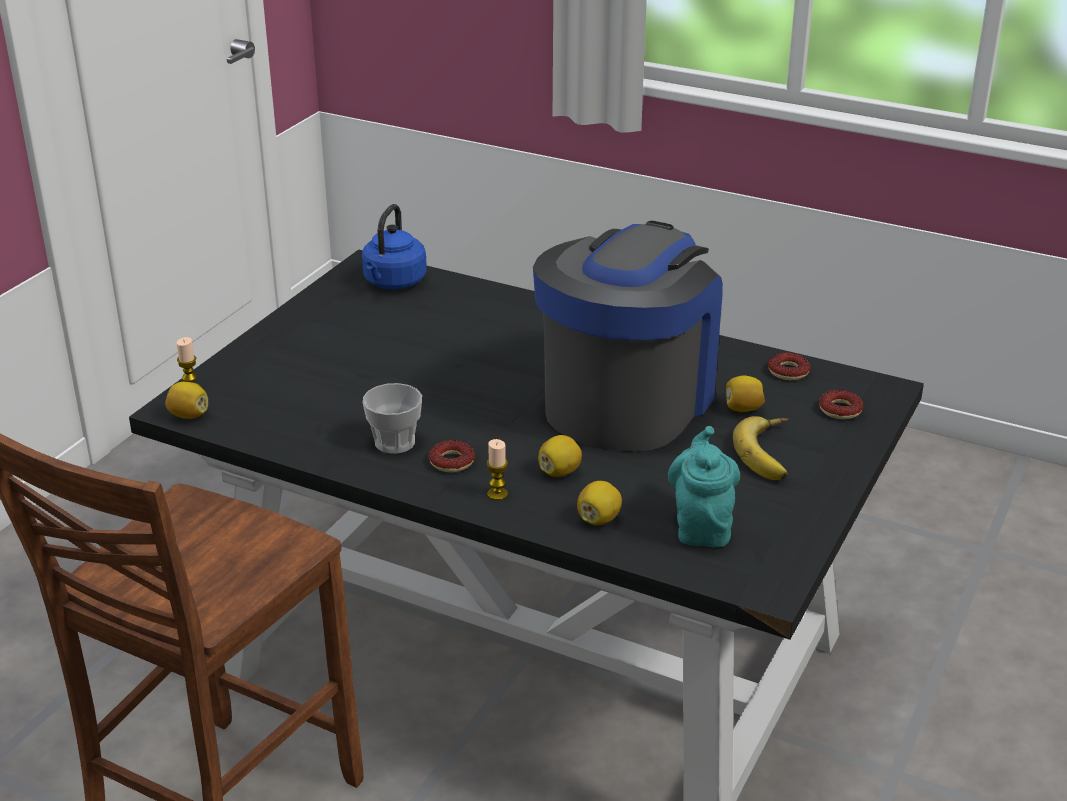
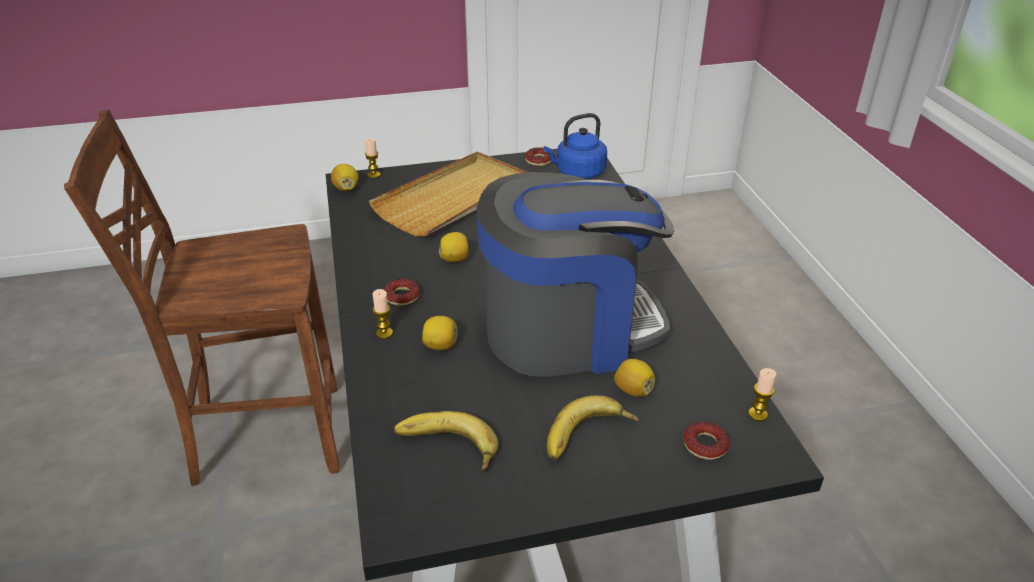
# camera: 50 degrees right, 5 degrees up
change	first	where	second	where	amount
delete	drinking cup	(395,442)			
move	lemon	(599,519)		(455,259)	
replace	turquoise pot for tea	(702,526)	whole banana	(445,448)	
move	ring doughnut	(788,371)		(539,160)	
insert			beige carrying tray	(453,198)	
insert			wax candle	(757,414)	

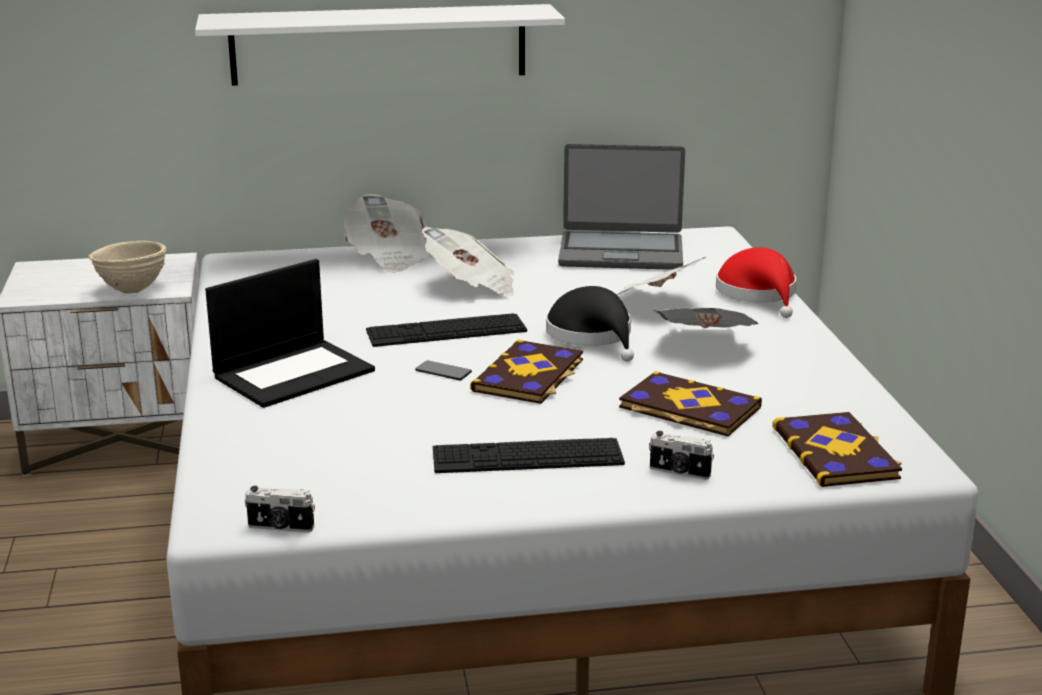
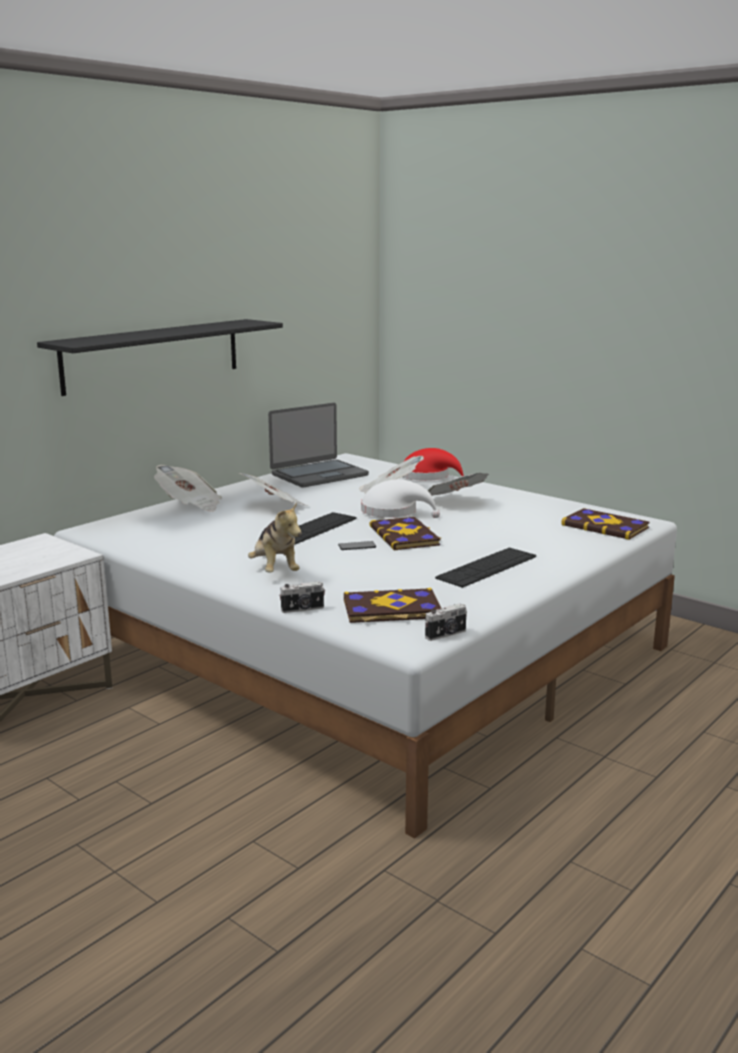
# camera: 40 degrees left, 5 degrees down
change	first	where	second	where	amount
delete	beige serving bowl	(132,290)			
recolor	white shelf	(379,44)	black-coloured shelf	(153,355)	
replace	notebook computer	(294,373)	cuddly toy	(275,570)	
recolor	black-coloured wearable hat	(592,336)	white wearable hat	(393,512)	
move	bound book	(689,408)		(392,609)	
move	still camera	(679,472)		(303,609)	

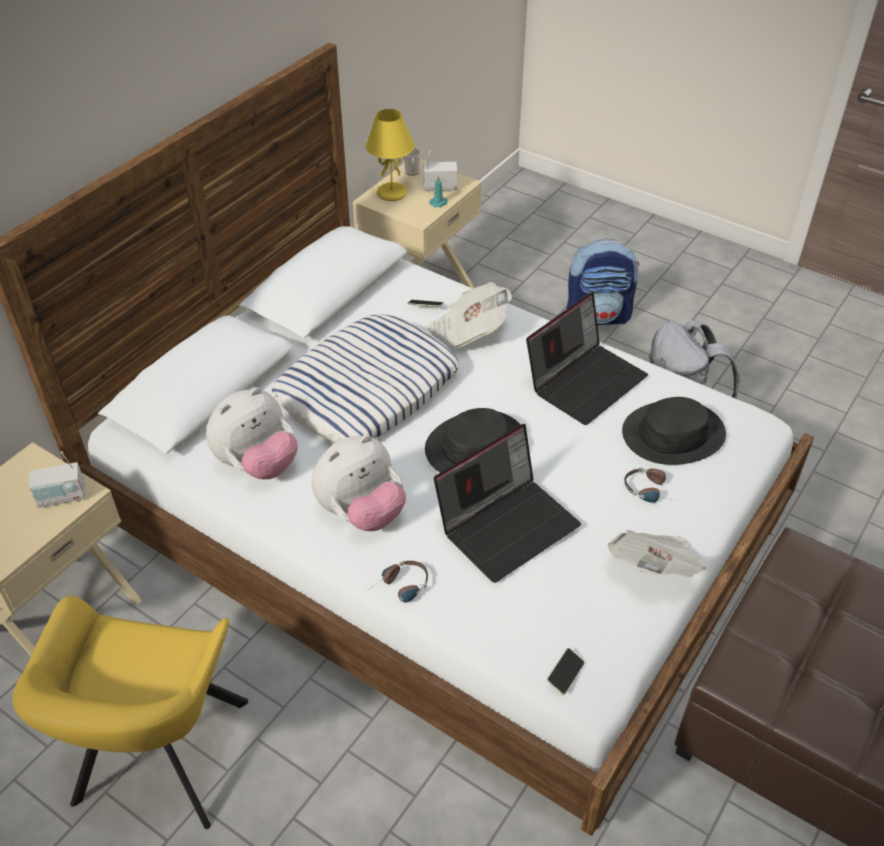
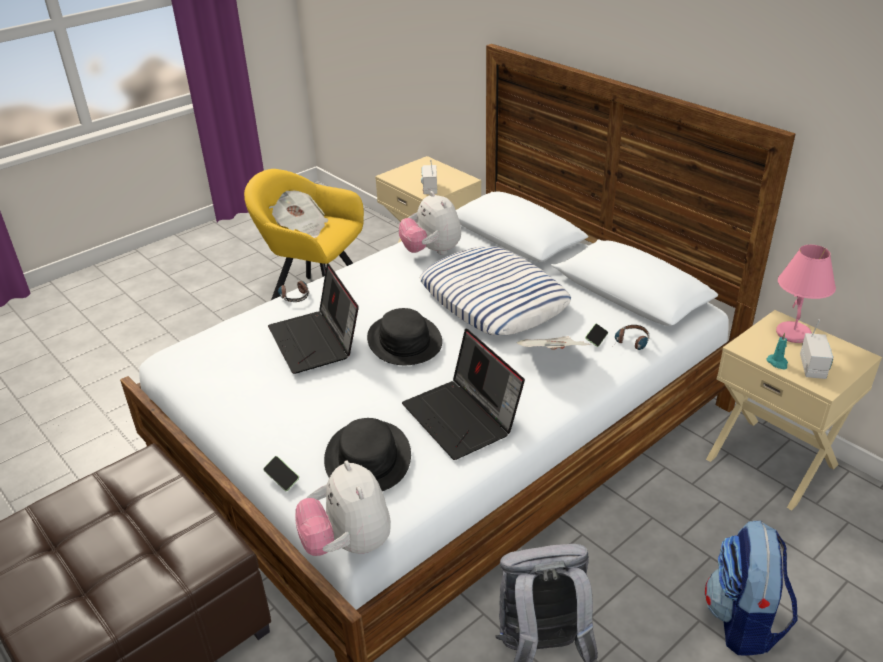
# camera: 105 degrees right, 10 degrees down
change	first	where	second	where	amount
move	cuddly toy	(361,512)		(348,544)	
recolor	yellow table lamp	(392,193)	pinkish table lamp	(794,334)	
delete	mug	(412,172)			
move	handset	(565,674)		(282,477)	
move	newspaper	(654,568)		(300,227)	
move	headset	(651,490)		(630,344)	

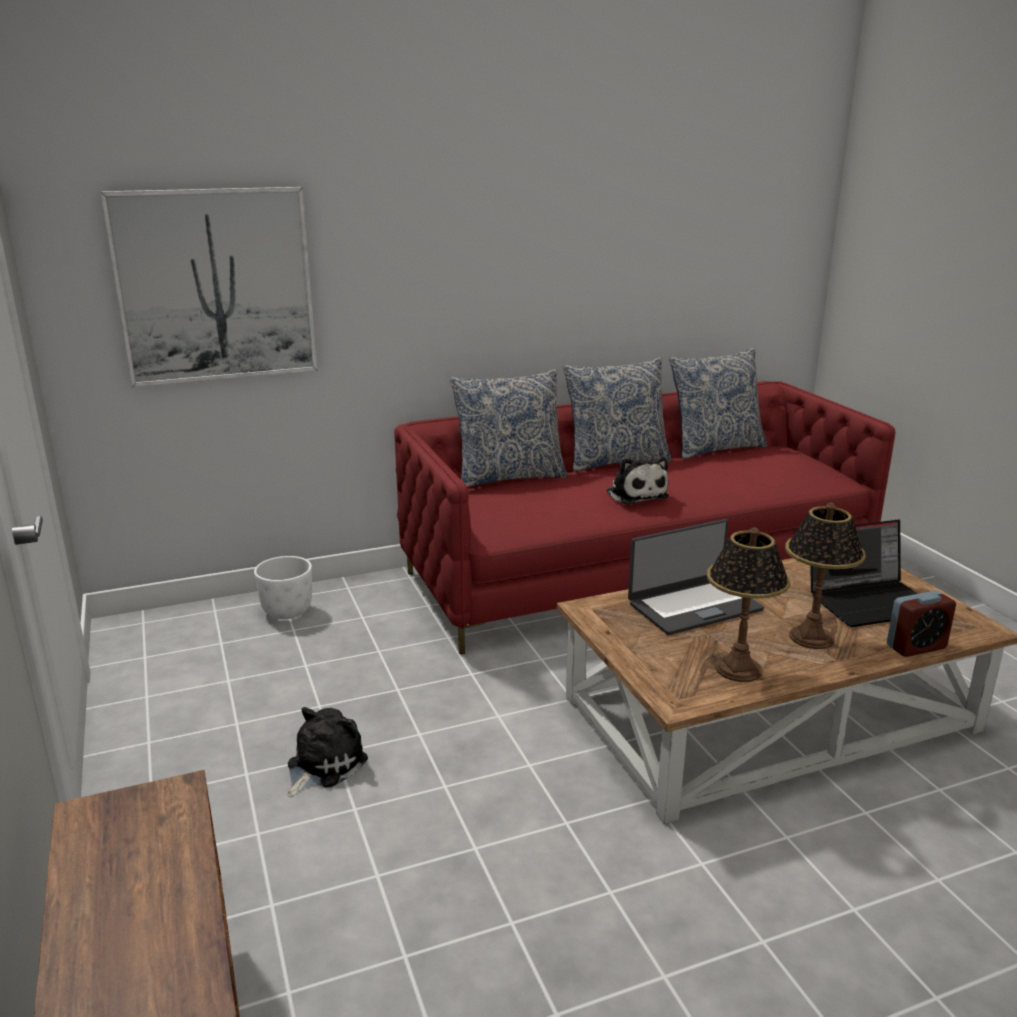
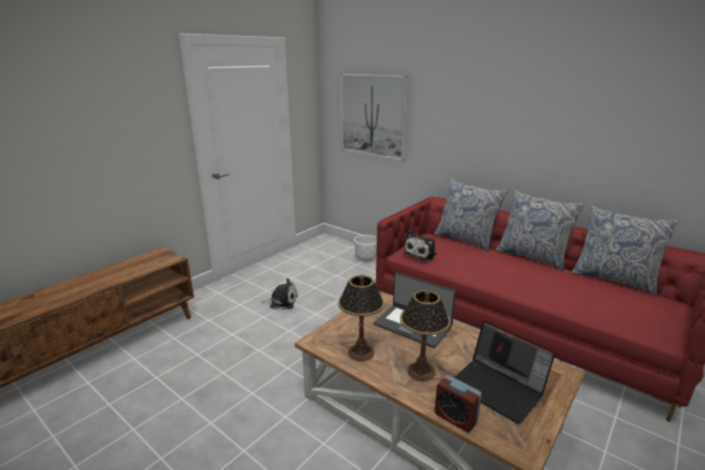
# camera: 60 degrees right, 0 degrees up
change	first	where	second	where	amount
move	cuddly toy	(635,494)		(421,254)	

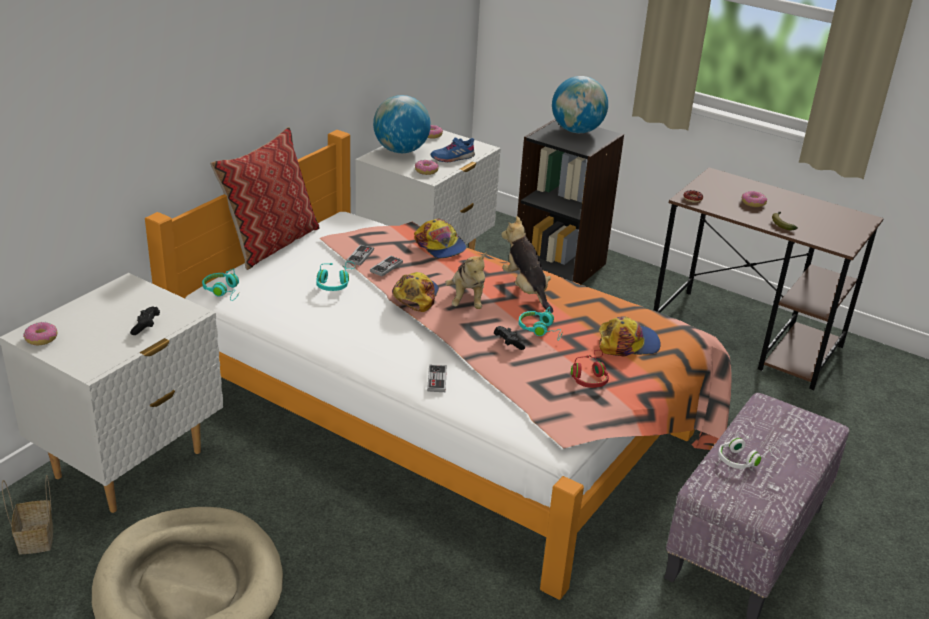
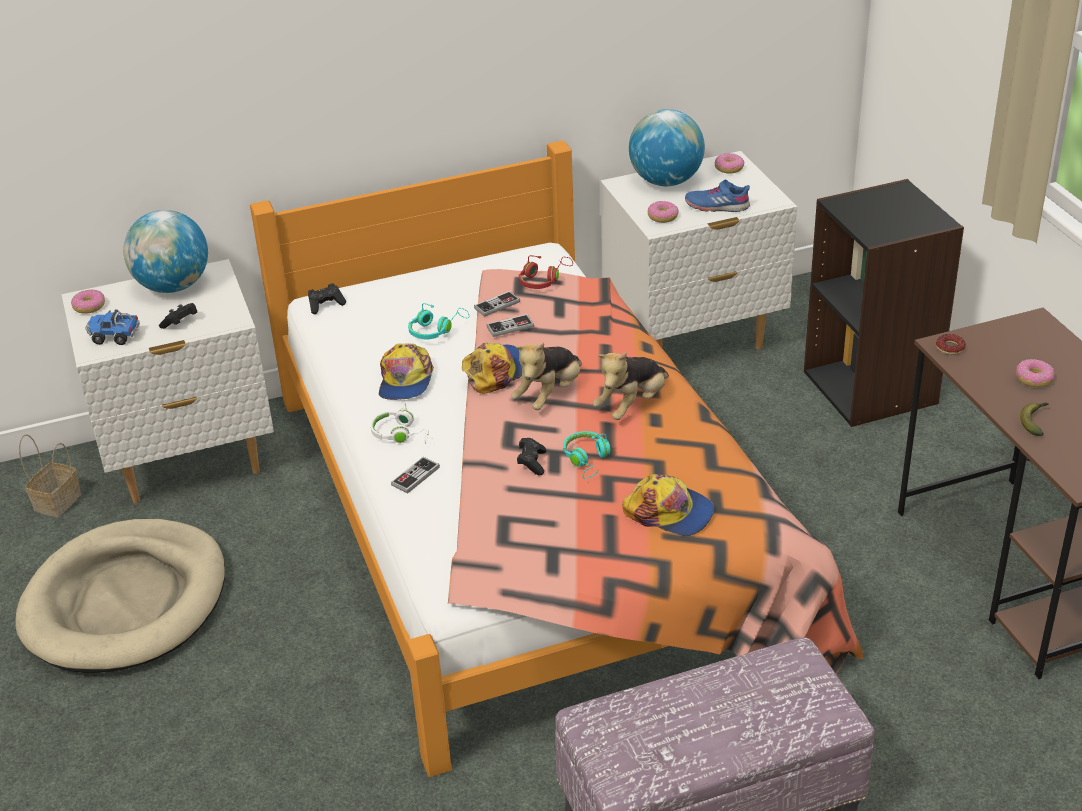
# camera: 40 degrees right, 5 degrees up
change	first	where	second	where	amount
replace	turquoise headset	(224,291)	black-coloured joypad	(326,305)	
delete	throw pillow	(271,243)			
move	peaked cap	(440,246)		(405,380)	
rotate	cuddly toy	(526,290)		(632,405)	150 degrees counterclockwise
move	globe	(577,131)		(173,286)	
move	red headset	(589,376)		(543,280)	
move	white headset	(744,460)		(401,434)	
insert			model truck	(115,337)	

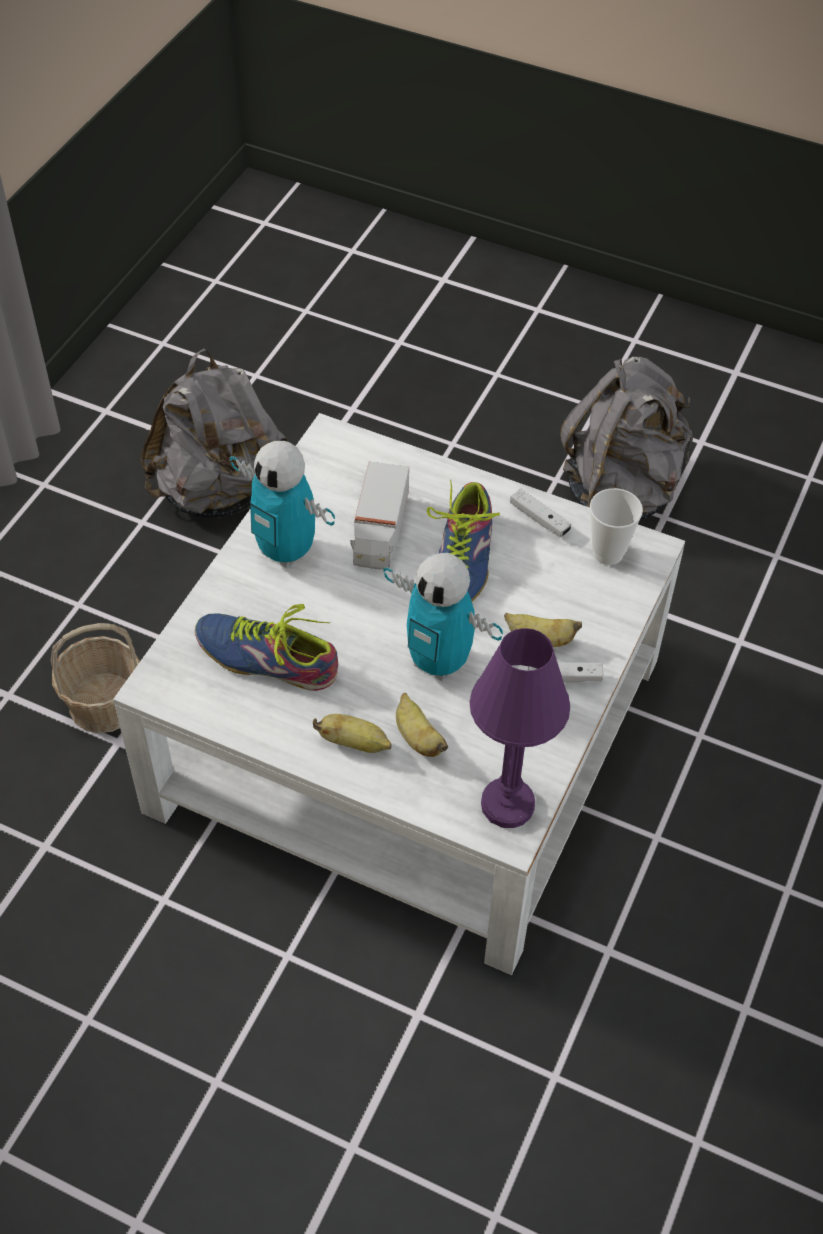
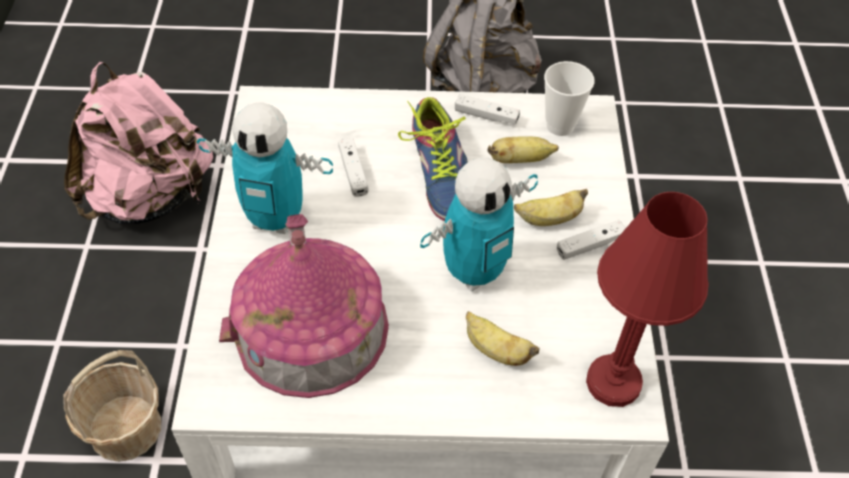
# camera: 25 degrees left, 0 degrees up
change	first	where	second	where	amount
recolor	greyish backpack	(222,493)	pinkish backpack	(150,196)	
replace	item of footwear	(267,659)	model house	(310,328)	
move	whole banana	(355,743)		(520,160)	
replace	model truck	(379,532)	white joypad	(353,172)	
rotate	model robot	(439,662)		(474,272)	45 degrees counterclockwise
recolor	purple-coloured table lamp	(507,804)	red table lamp	(613,382)	

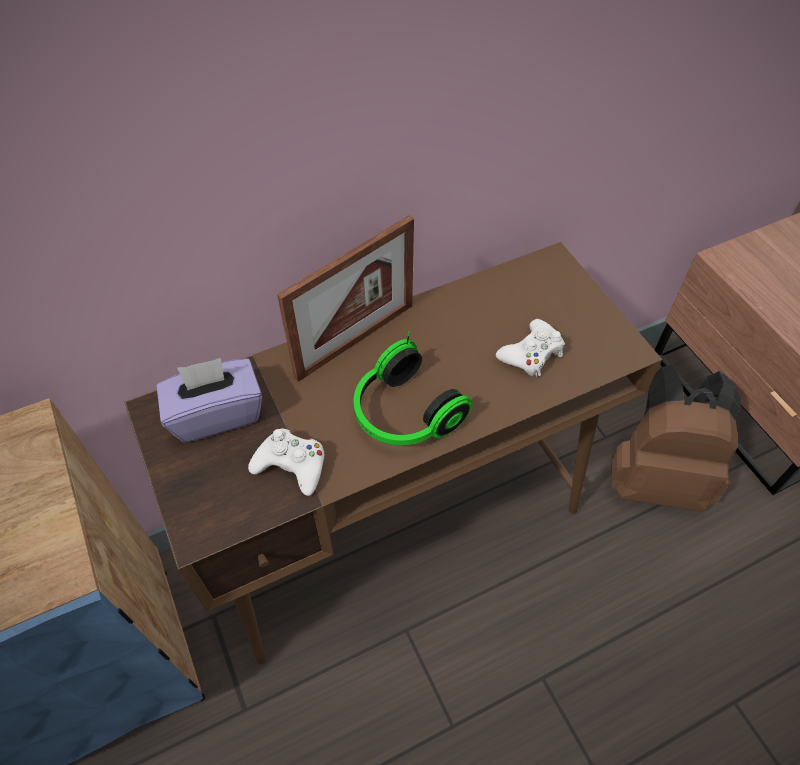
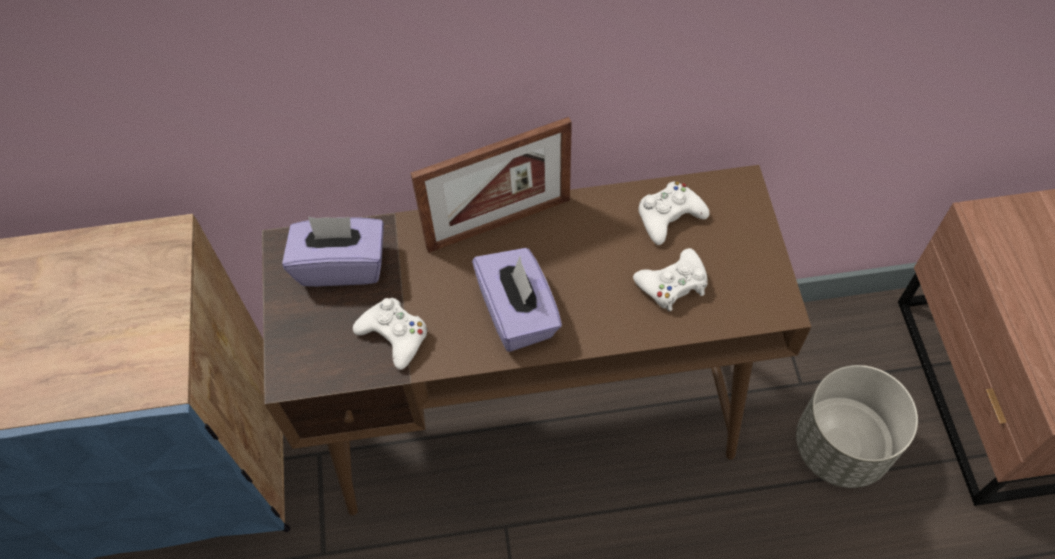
# camera: 20 degrees right, 5 degrees up
change	first	where	second	where	amount
replace	headset	(403,414)	purple-coloured tissue box	(518,313)	
replace	brownish backpack	(656,477)	greyish plant pot	(841,446)	
insert			white joypad	(669,217)	

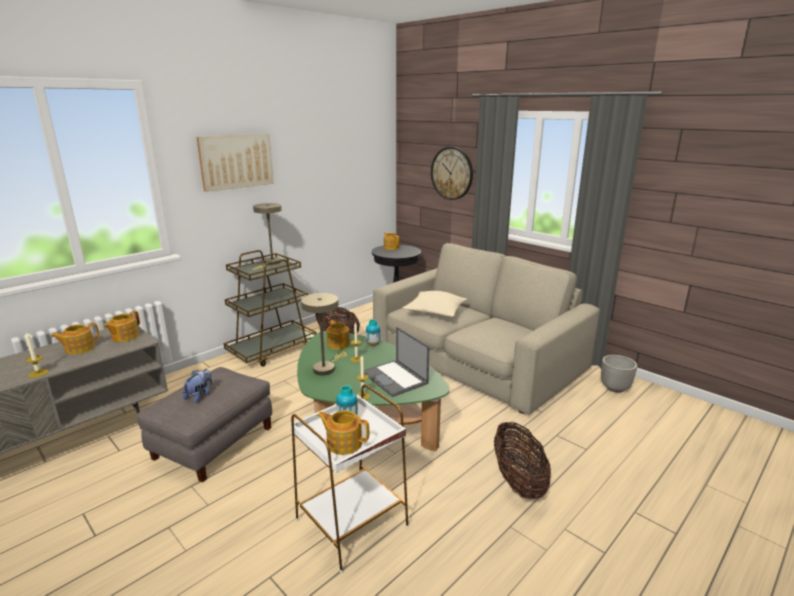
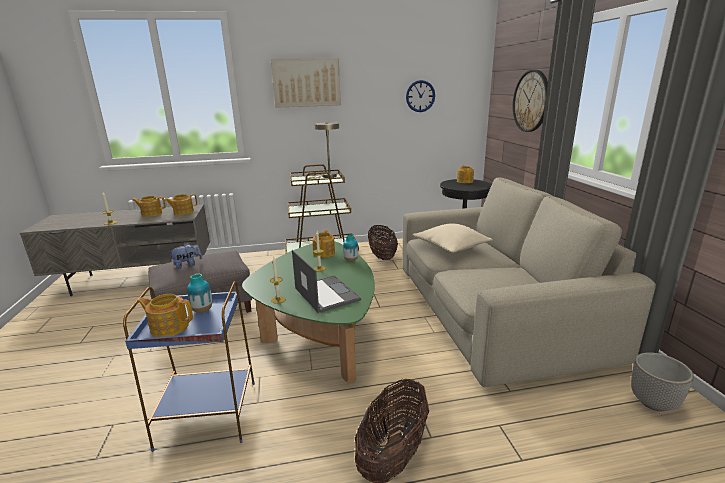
# camera: 35 degrees right, 0 degrees up
change	first	where	second	where	amount
recolor	white side table	(353,524)	blue-coloured side table	(209,414)	
delete	beige table lamp	(326,368)			
rotate	pot for tea	(343,443)		(169,327)	45 degrees counterclockwise
rotate	notebook computer	(395,378)		(326,294)	150 degrees clockwise
insert			wall clock	(420,96)	

